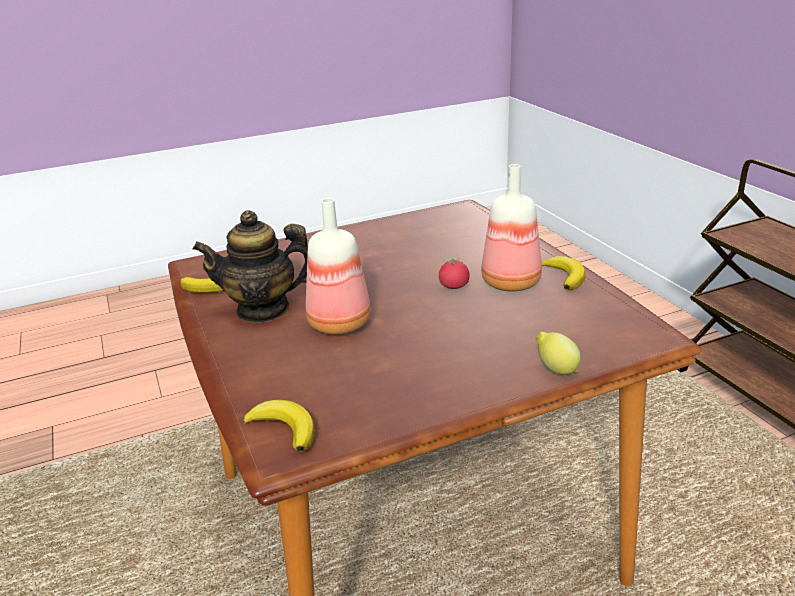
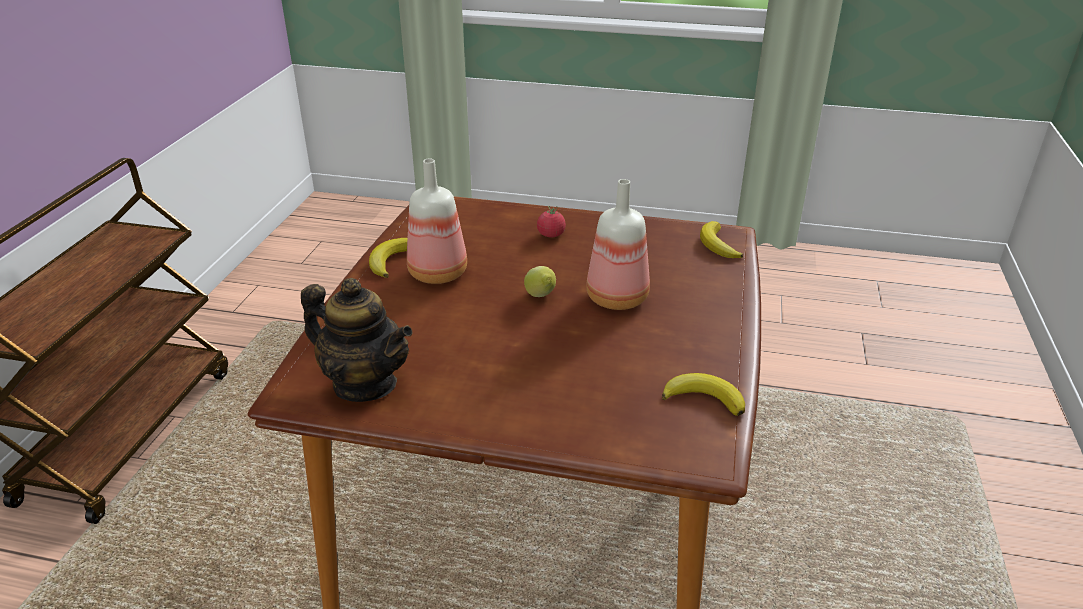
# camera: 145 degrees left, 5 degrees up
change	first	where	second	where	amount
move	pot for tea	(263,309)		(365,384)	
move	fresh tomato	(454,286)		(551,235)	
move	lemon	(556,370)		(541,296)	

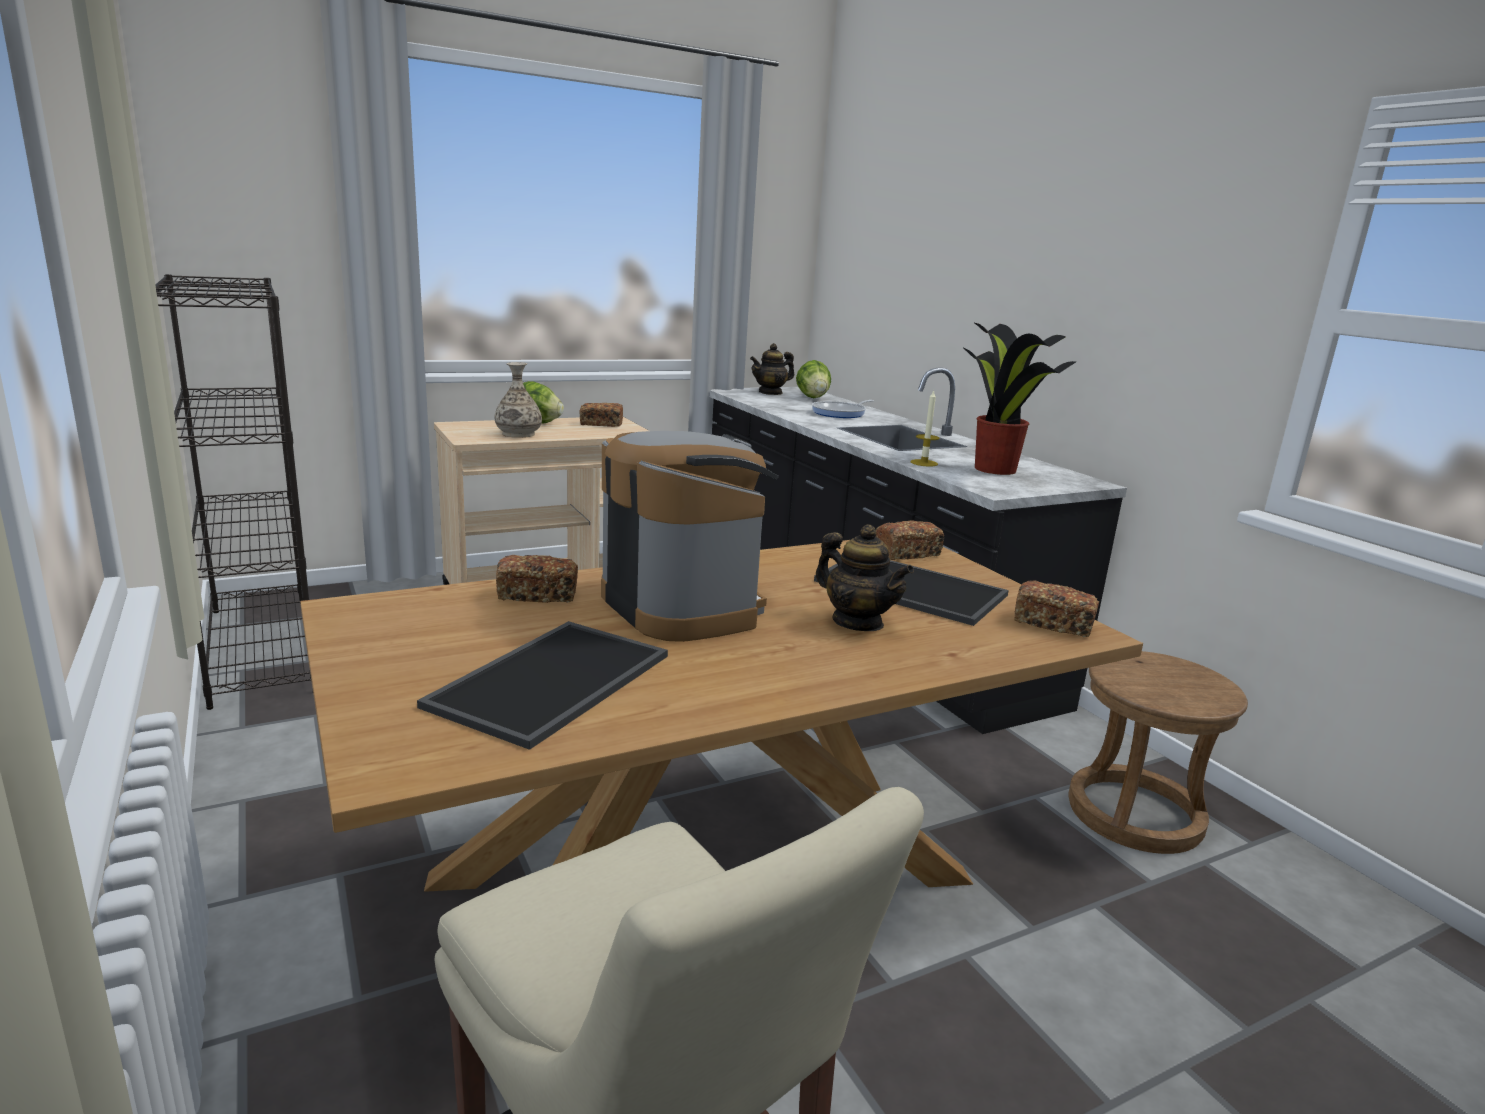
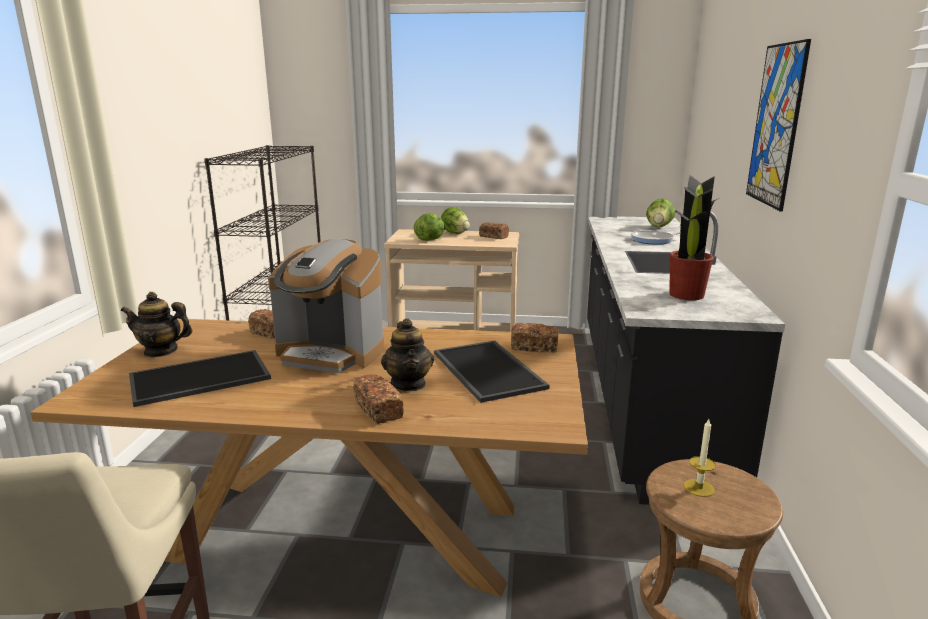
# camera: 35 degrees right, 0 degrees up
change	first	where	second	where	amount
replace	decorative vase	(518,434)	lettuce head	(430,240)	
rotate	coffee machine	(682,606)		(331,353)	105 degrees clockwise
move	pot for tea	(770,393)		(161,351)	
move	wax candle	(924,463)		(698,488)	
move	bakery bread	(1053,624)		(378,410)	
insert			wall art	(776,125)	

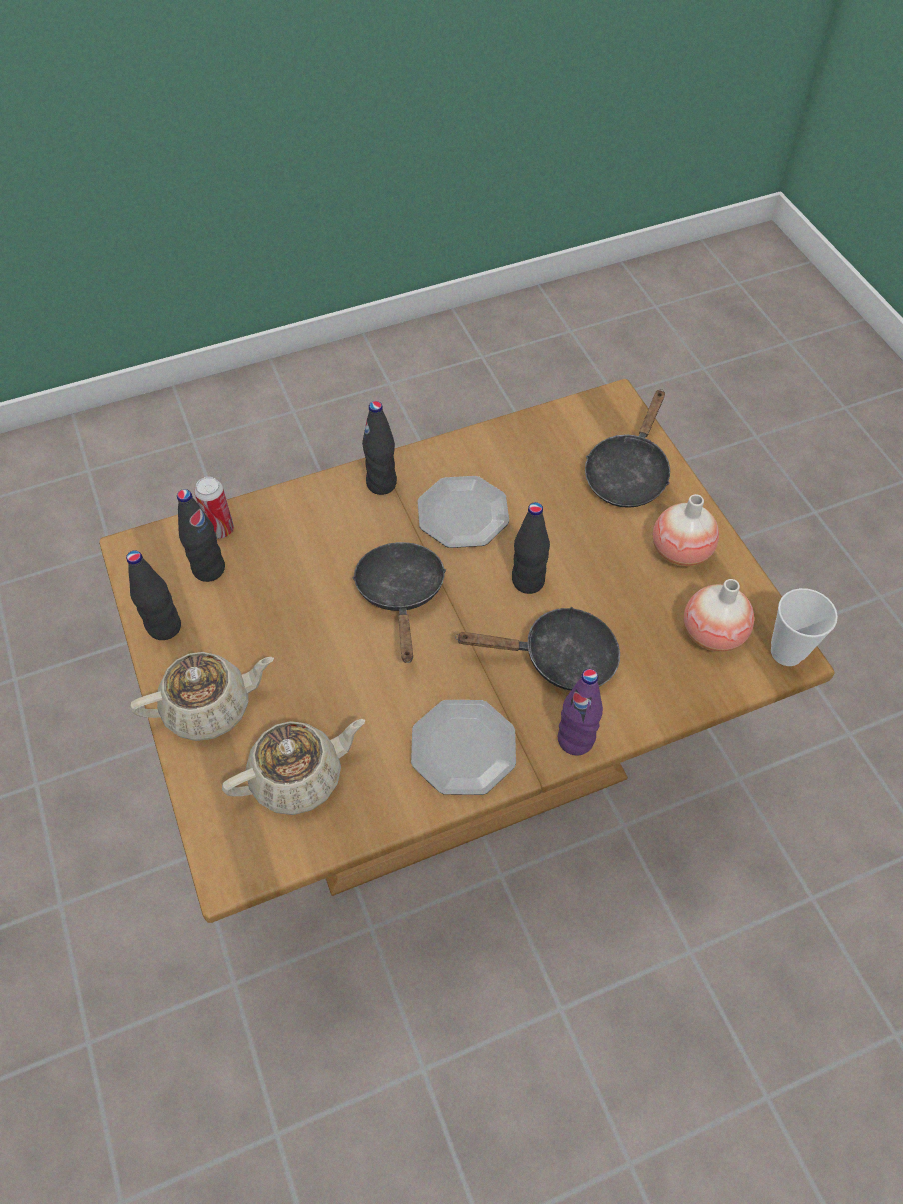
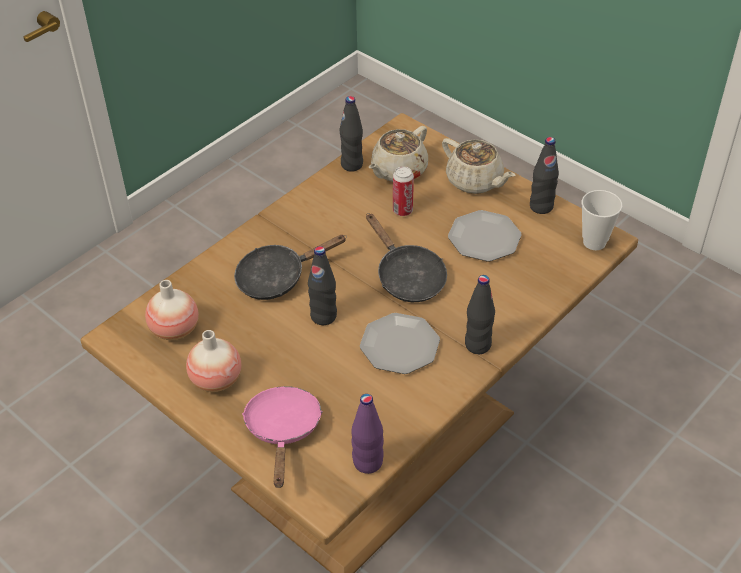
# camera: 155 degrees right, 10 degrees down
change	first	where	second	where	amount
rotate	beige pot for tea	(210,707)		(475,181)	90 degrees counterclockwise
move	black-coloured bottle	(209,569)		(352,164)	
move	metal can	(220,529)		(402,211)	
move	flat dish	(464,748)		(483,238)	
move	purple-coloured bottle	(575,740)		(368,462)	
recolor	black-coloured pan	(628,473)	pinkish pan	(283,431)	
move	drinking cup	(786,652)		(594,242)	

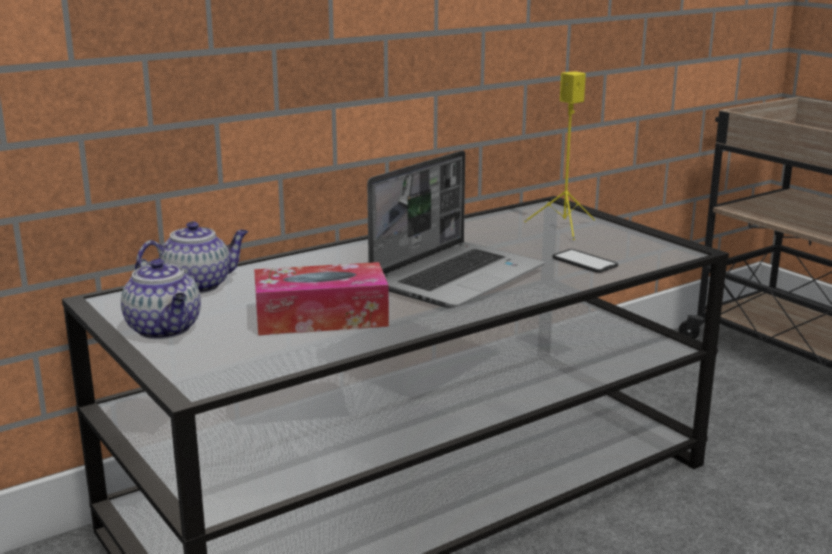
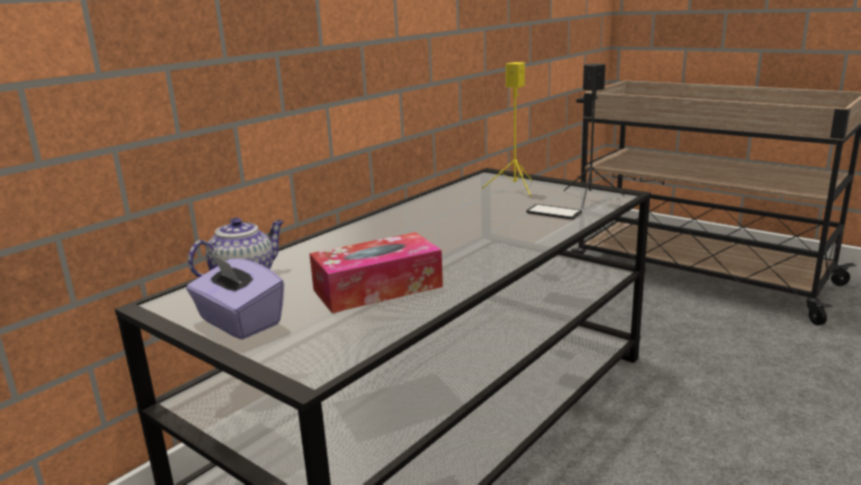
# camera: 15 degrees left, 0 degrees up
change	first	where	second	where	amount
replace	pot for tea	(165,330)	purple-coloured tissue box	(239,322)	
delete	notebook computer	(457,277)			
insert			black-coloured speaker	(590,197)	

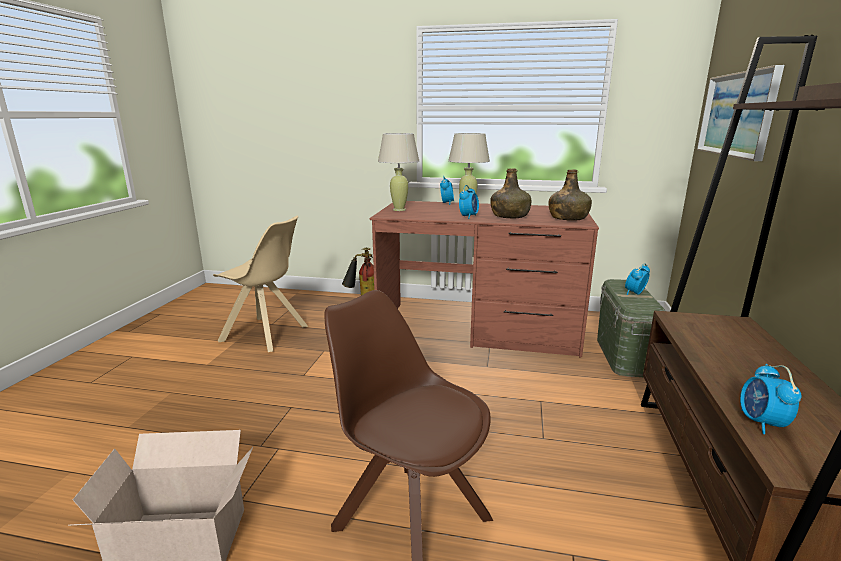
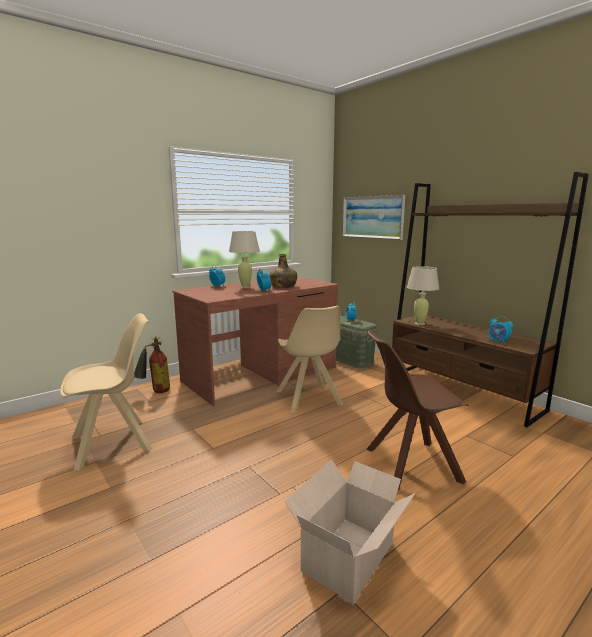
# camera: 50 degrees left, 5 degrees down
change	first	where	second	where	amount
move	beige table lamp	(399,209)		(420,324)	
delete	green-coloured bottle	(568,218)			
insert			beige chair	(309,399)	

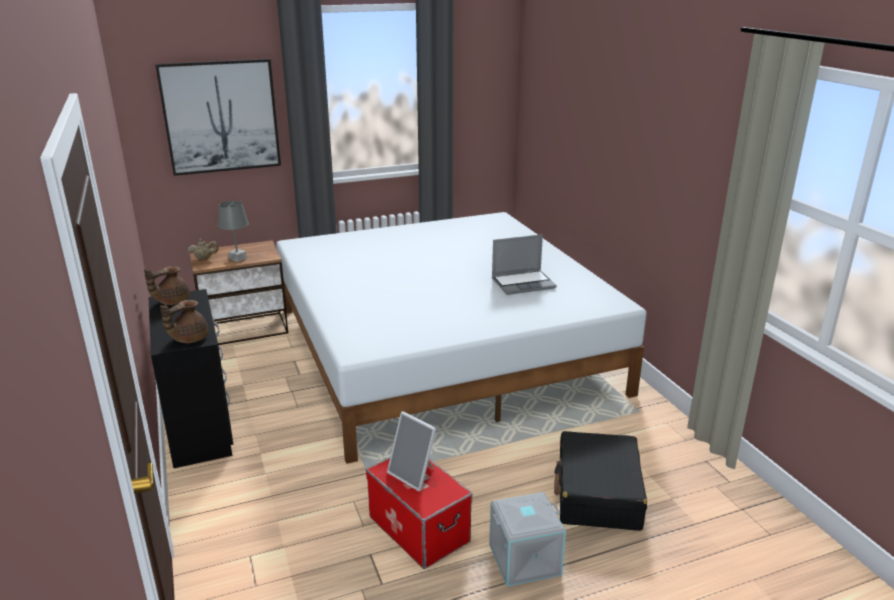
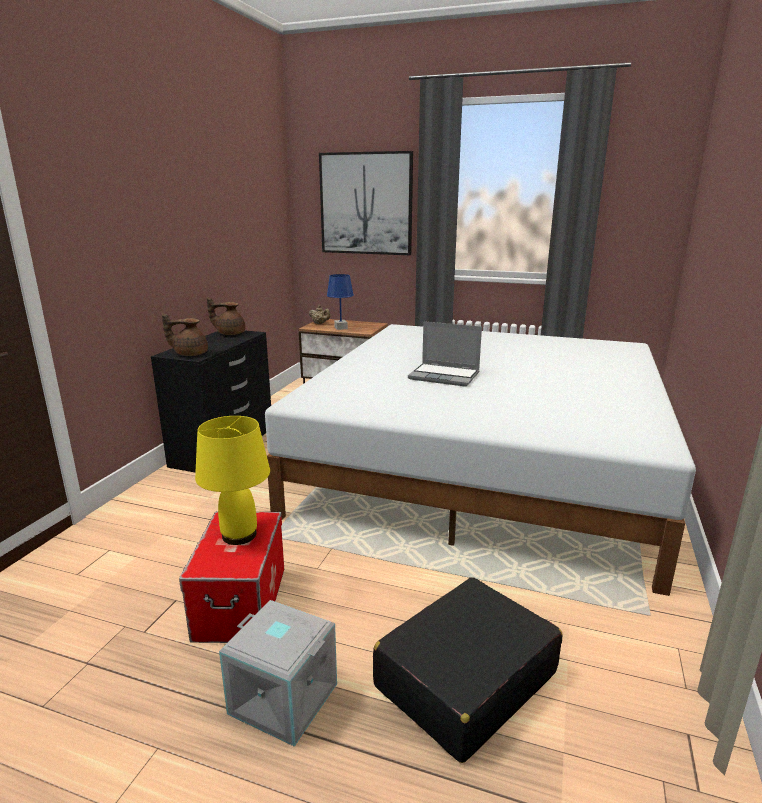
# camera: 40 degrees right, 5 degrees down
change	first	where	second	where	amount
recolor	greyish table lamp	(238,258)	blue-coloured table lamp	(341,328)	
replace	photo frame	(414,474)	yellow table lamp	(240,535)	
move	notebook computer	(523,283)		(445,376)	

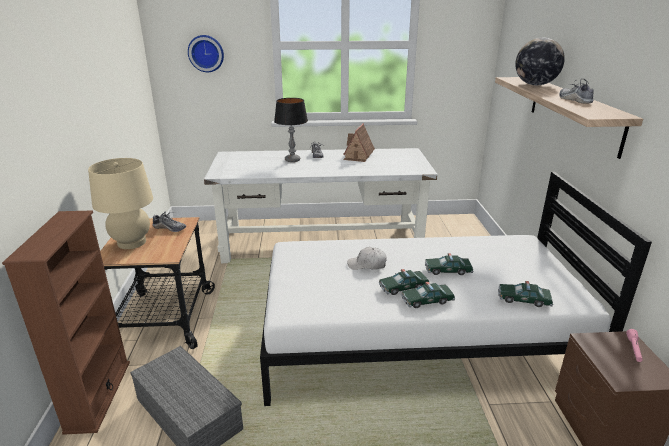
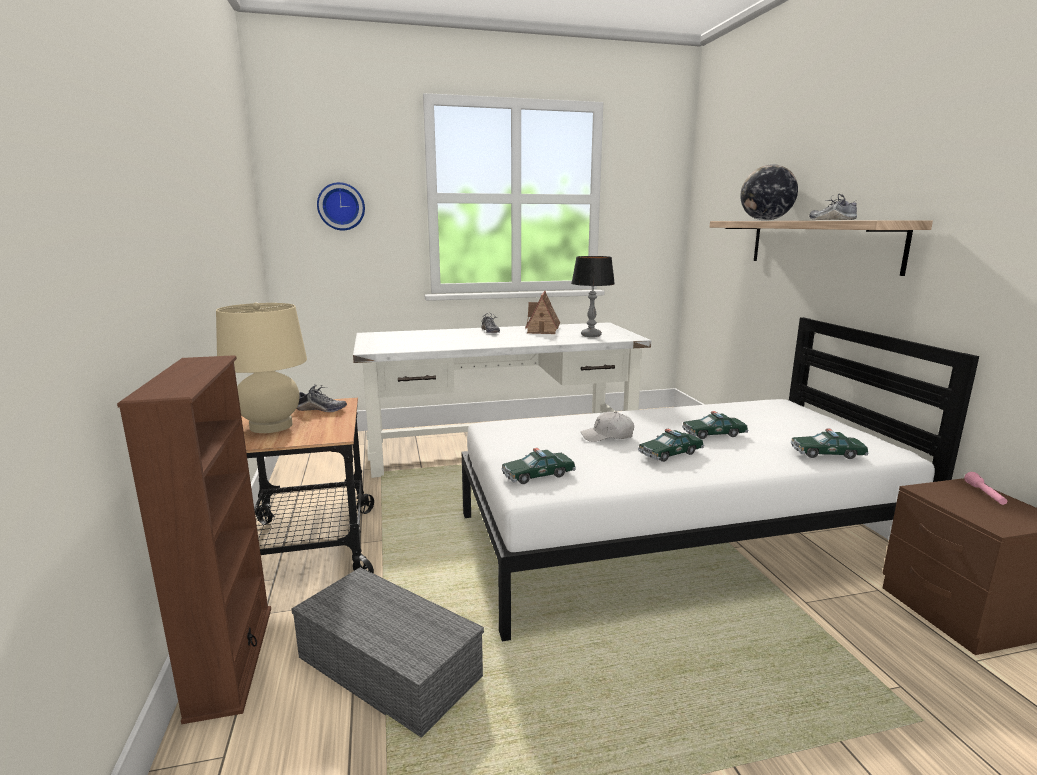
# camera: 10 degrees left, 10 degrees down
change	first	where	second	where	amount
move	table lamp	(292,160)		(591,335)	
move	model car	(427,300)		(538,475)	

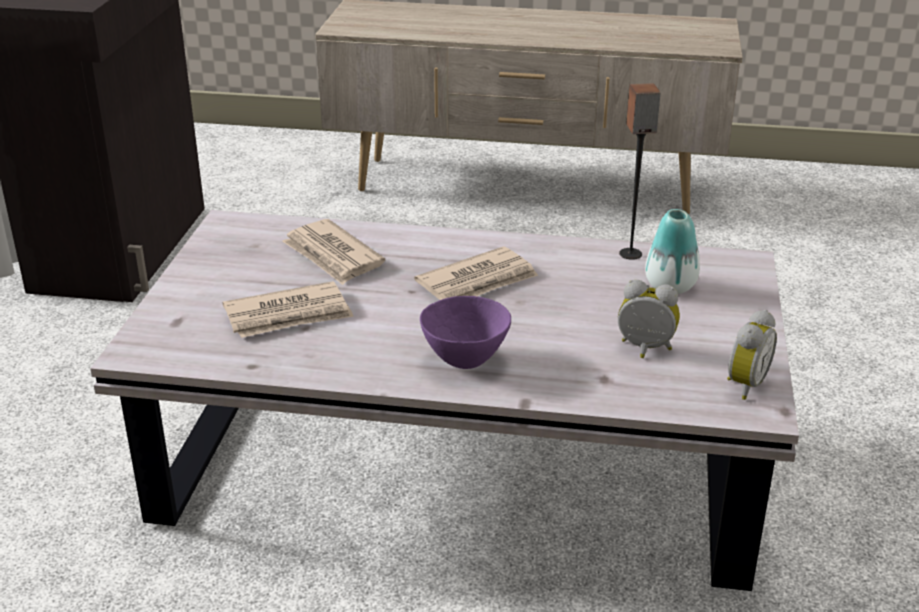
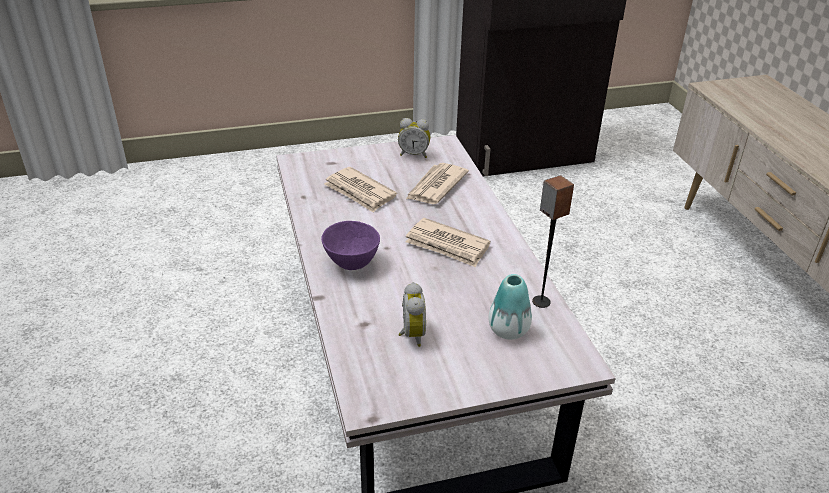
# camera: 65 degrees right, 5 degrees up
change	first	where	second	where	amount
move	bedside clock	(743,384)		(414,154)	

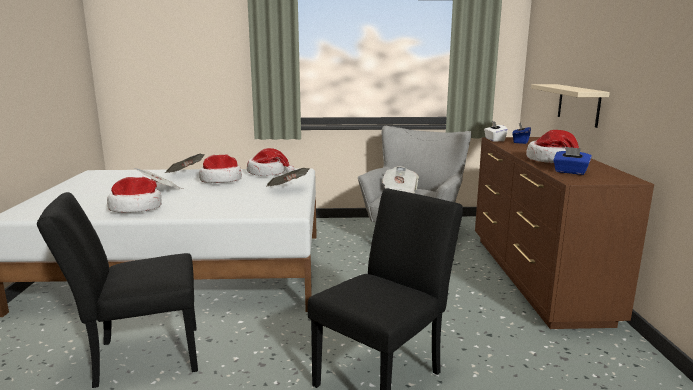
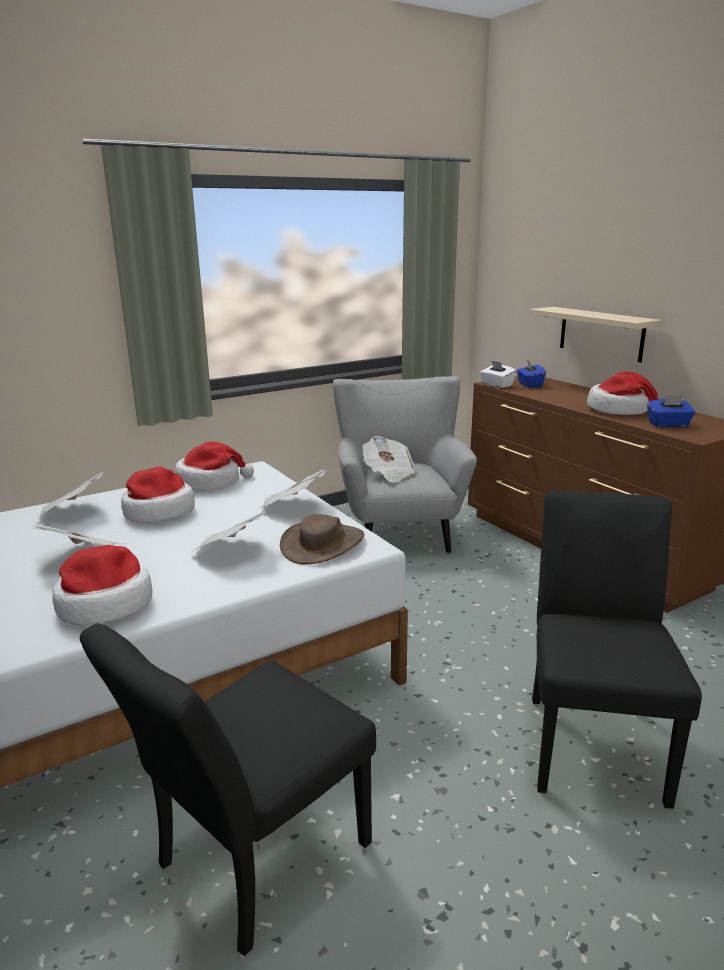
# camera: 30 degrees left, 5 degrees up
change	first	where	second	where	amount
insert			newspaper	(230,550)	
insert			brownish wearable hat	(323,544)	

